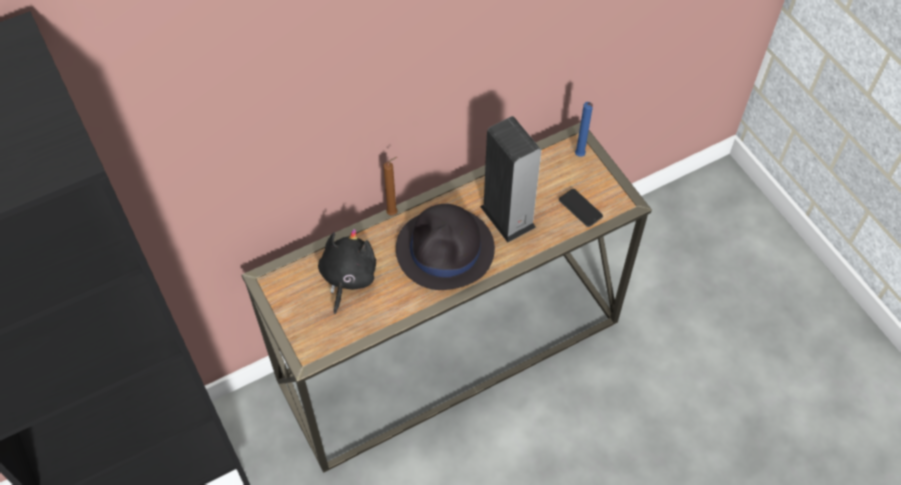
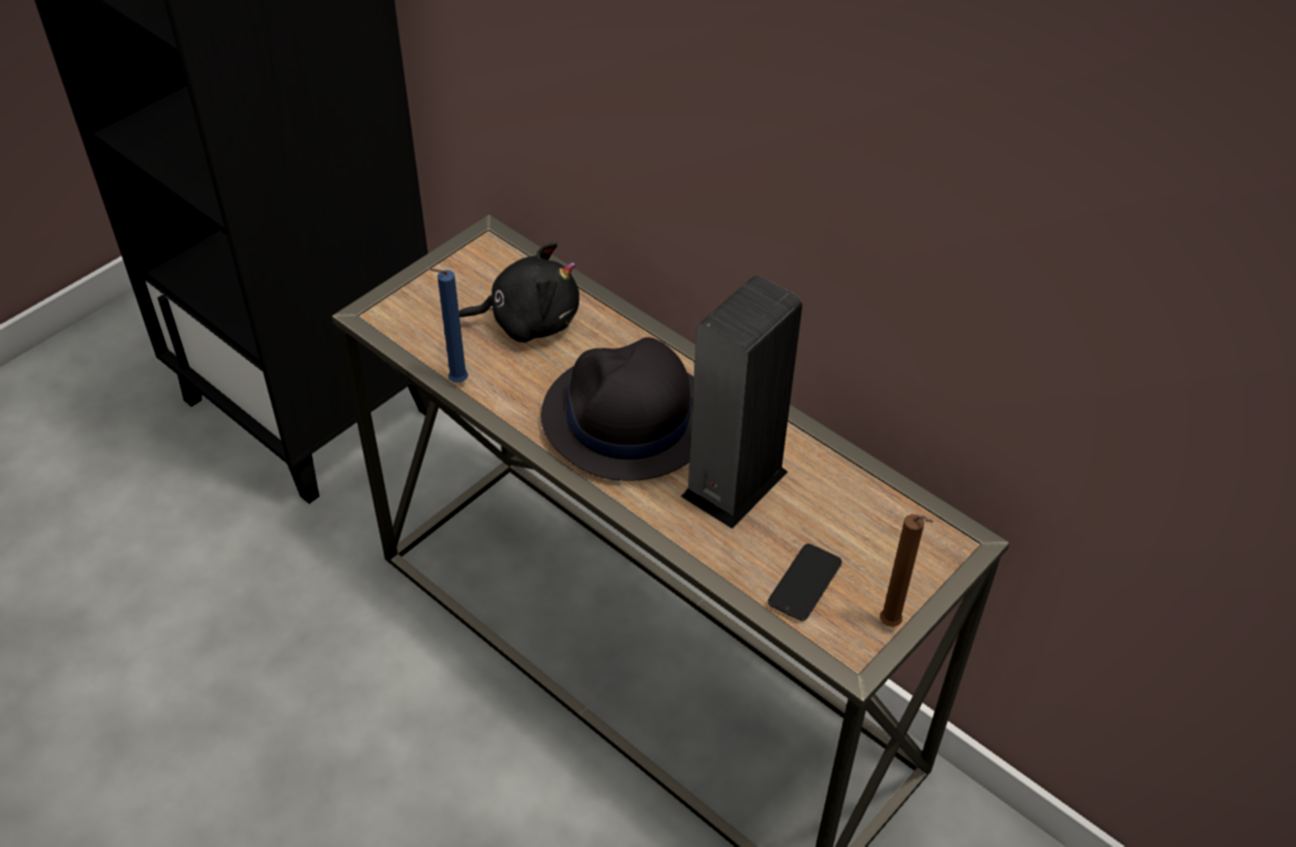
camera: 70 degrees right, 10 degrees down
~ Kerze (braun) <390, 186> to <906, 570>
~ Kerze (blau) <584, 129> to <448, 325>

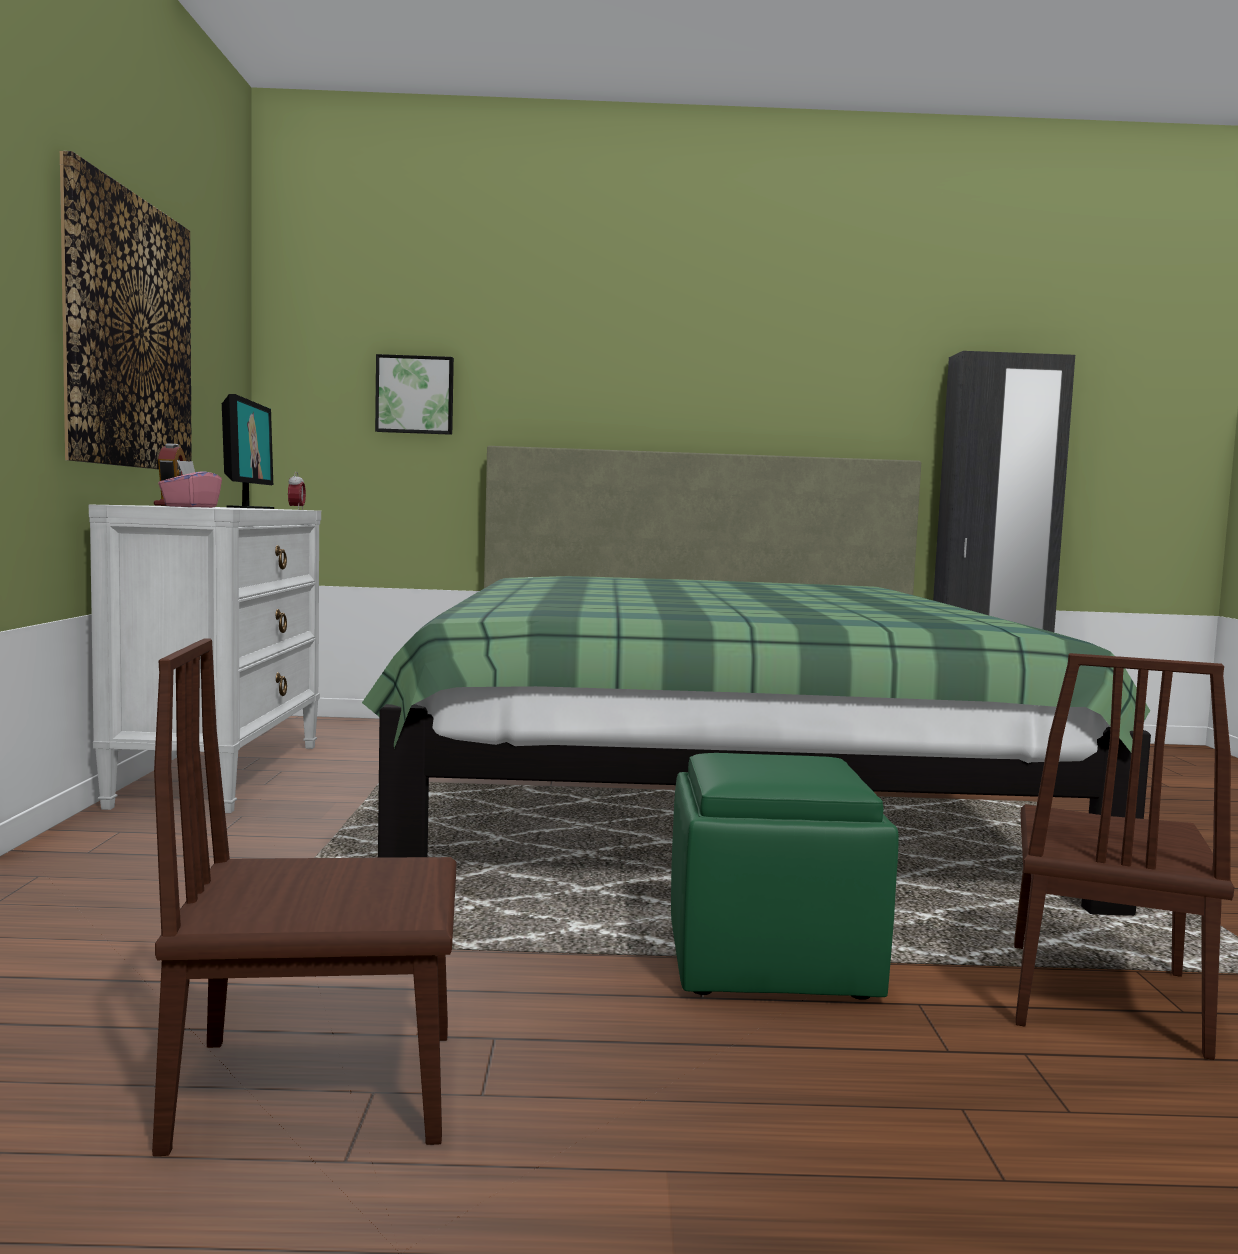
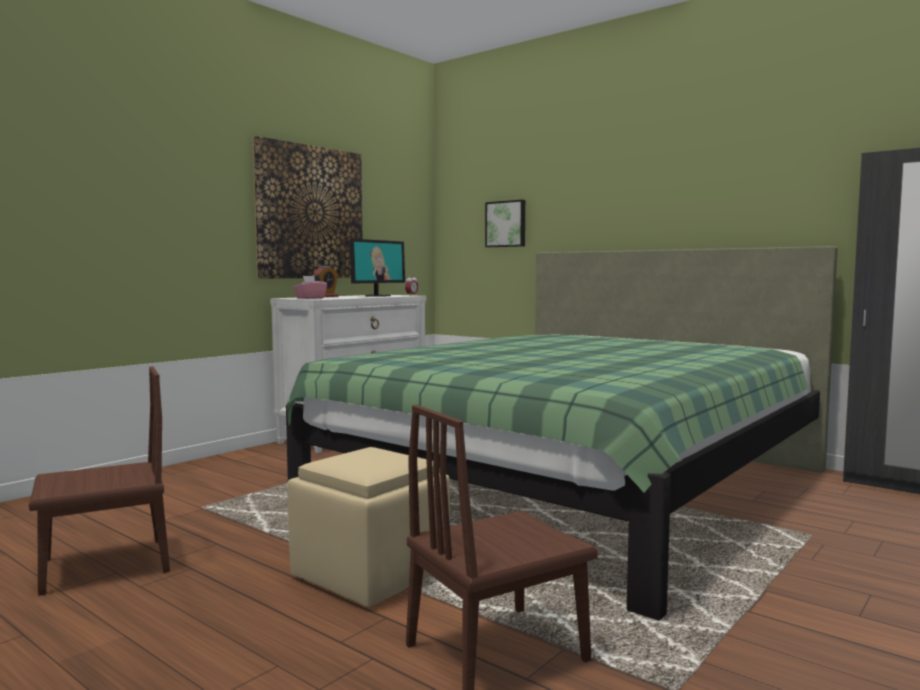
camera: 40 degrees right, 0 degrees up
~ Polsterhocker (grün) <785, 876> to Polsterhocker (beige) <368, 527>
~ Stuhl (braun) <304, 897> = <99, 481> 120 degrees clockwise

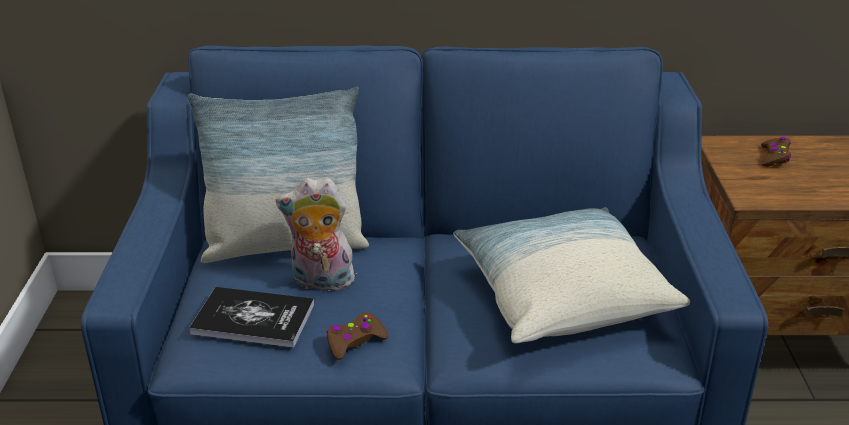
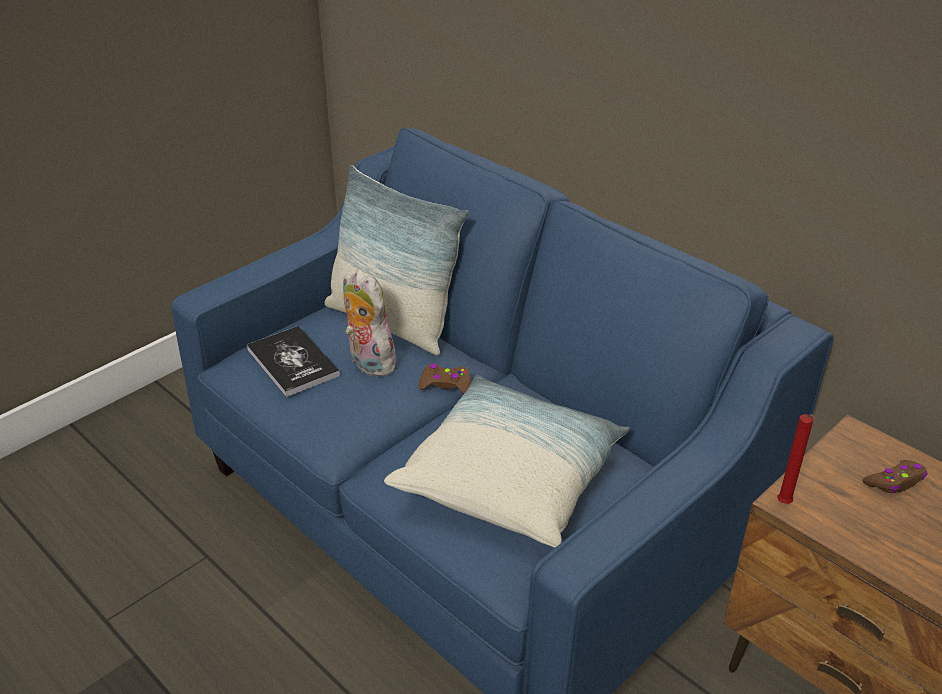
camera: 45 degrees right, 5 degrees up
+ Kerze (rot) <795, 459>
~ Gamepad (braun) <357, 336> to <445, 378>

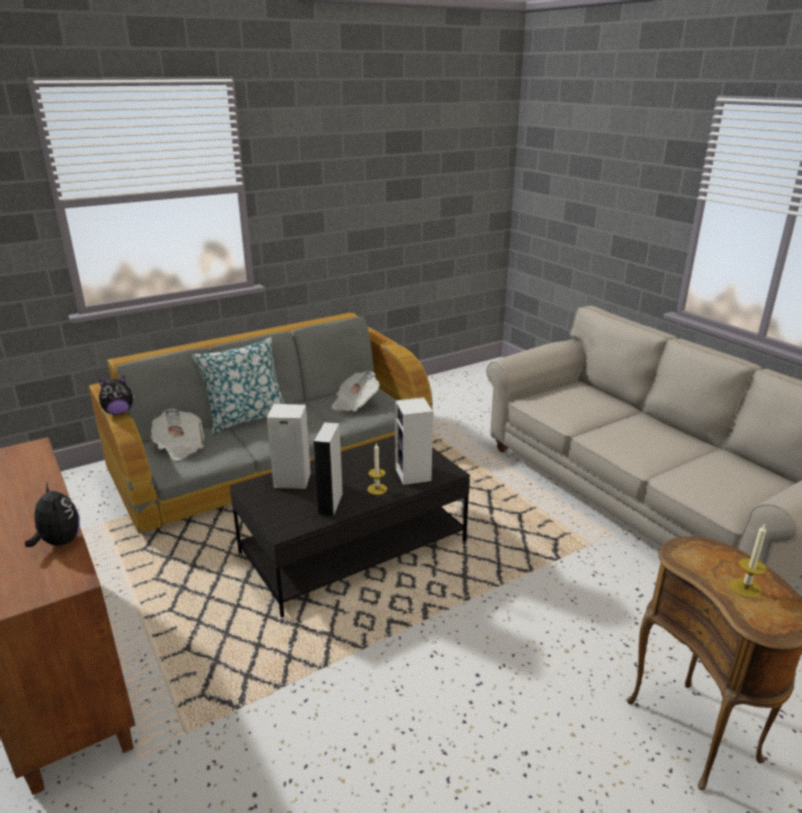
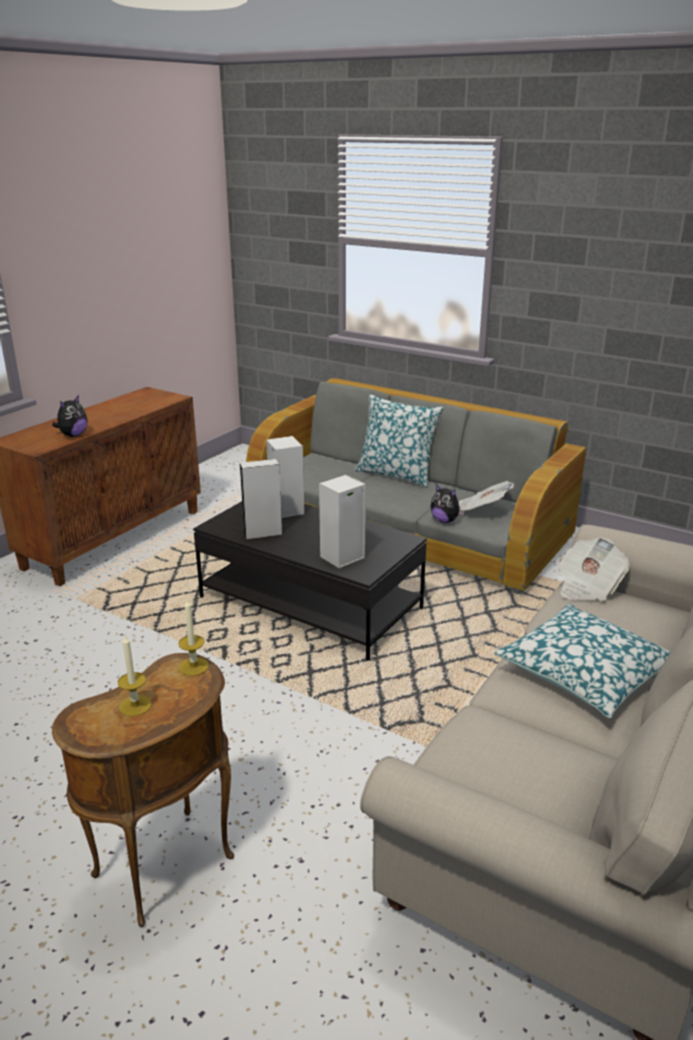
camera: 65 degrees right, 0 degrees up
+ Kissen <582, 660>
~ Plüschtier <117, 395> to <447, 503>
~ Zeitung <177, 435> to <594, 569>
~ Kerze <377, 469> to <193, 637>

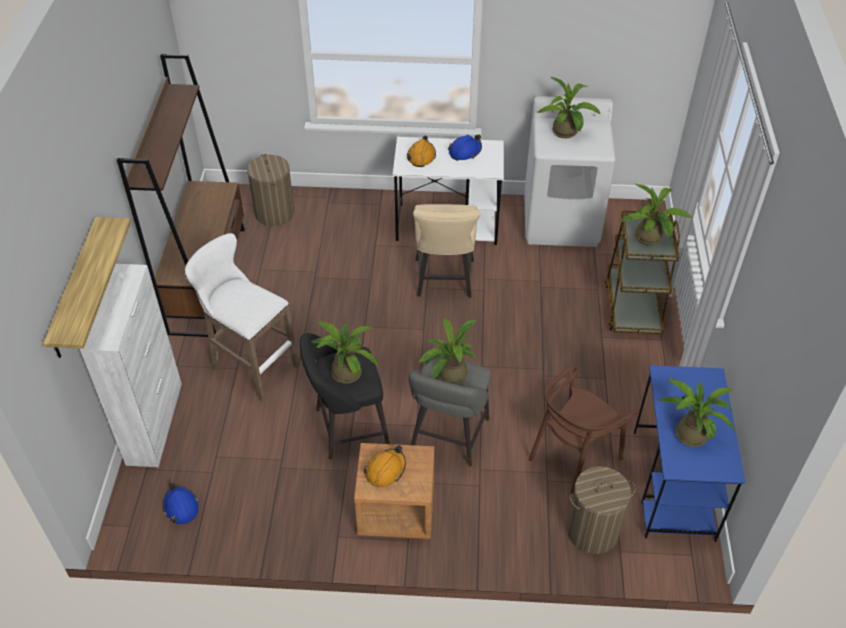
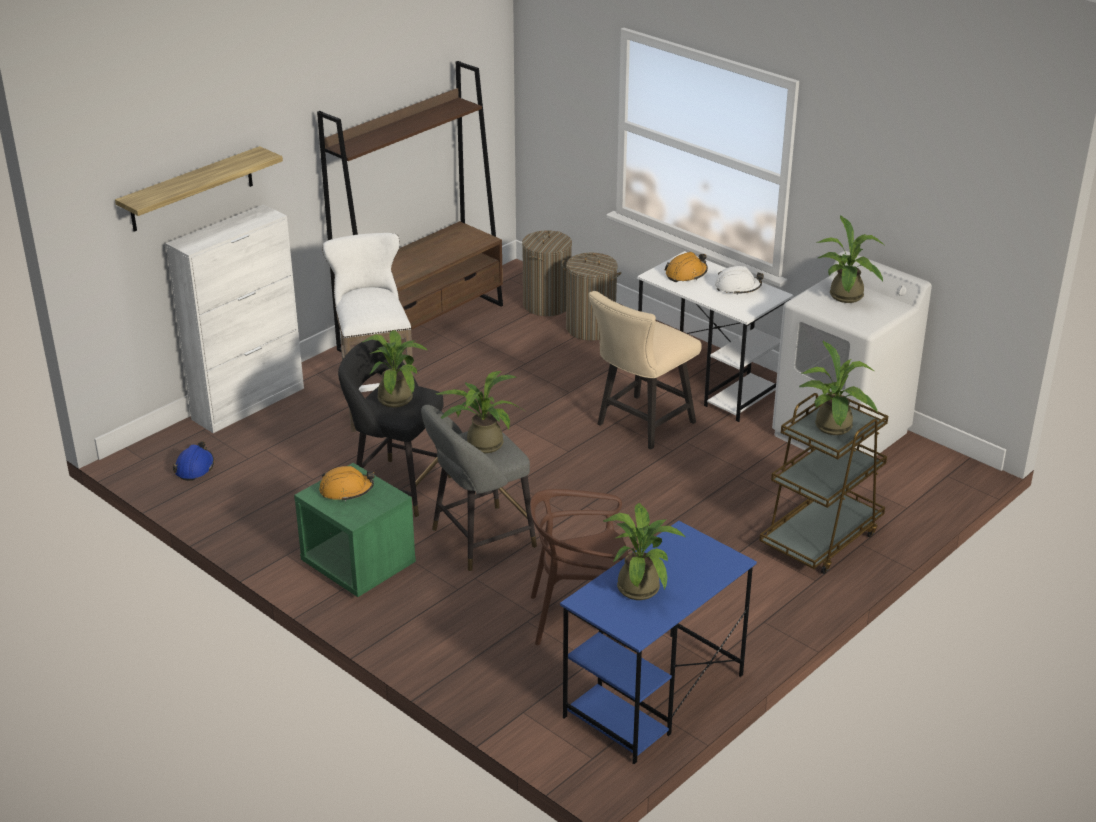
camera: 40 degrees right, 15 degrees down
~ Wäschekorb <601, 510> to <592, 297>
~ Nachttisch (braun) <394, 491> to Nachttisch (grün) <355, 530>
~ Schutzhelm (blau) <465, 148> to Schutzhelm (weiß) <739, 280>

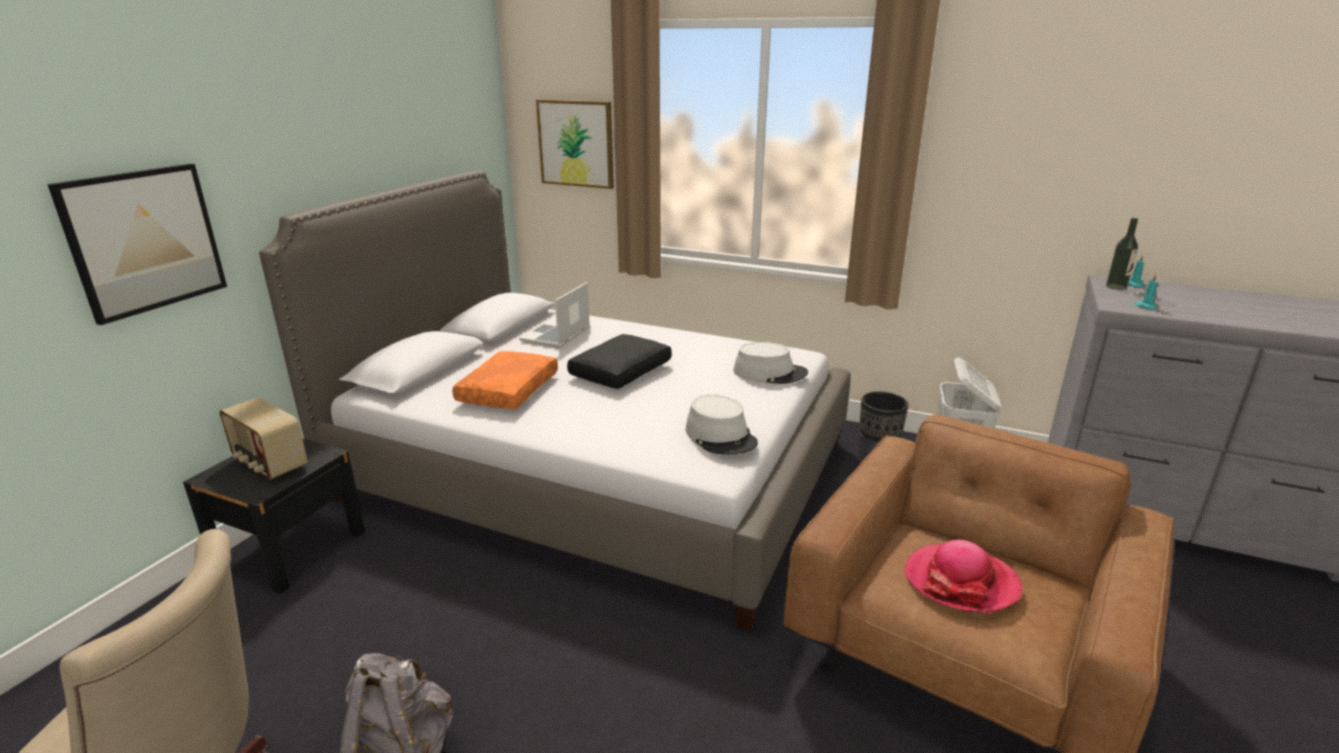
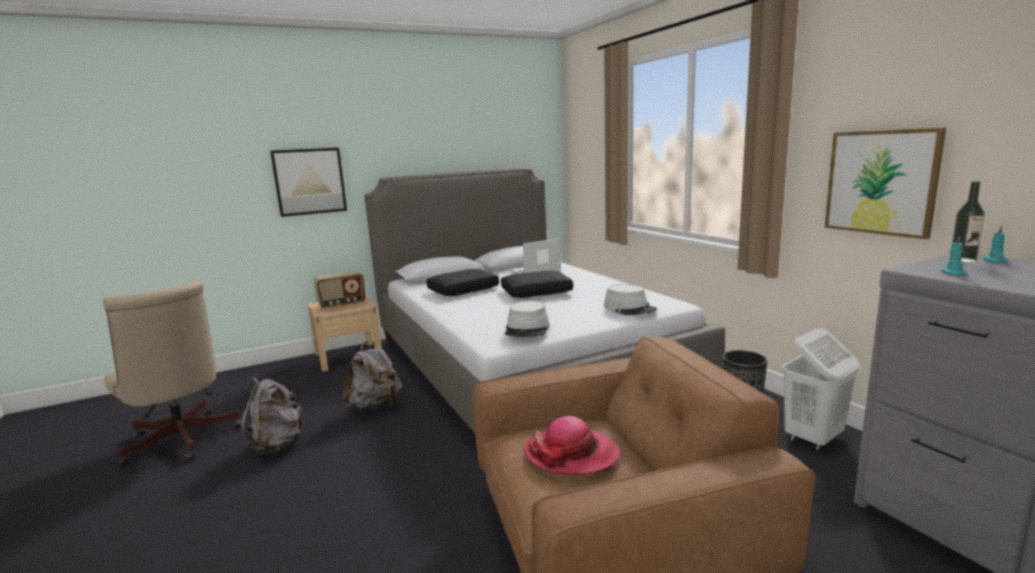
camera: 40 degrees right, 10 degrees down
+ Rucksack (grau) <372, 376>
~ Bild <575, 144> to <885, 183>
~ Nachttisch (schwarz) <274, 516> to Nachttisch (beige) <345, 333>
~ Kissen (orange) <505, 380> to Kissen (schwarz) <463, 282>
~ Radio <263, 438> = <340, 290> 105 degrees counterclockwise

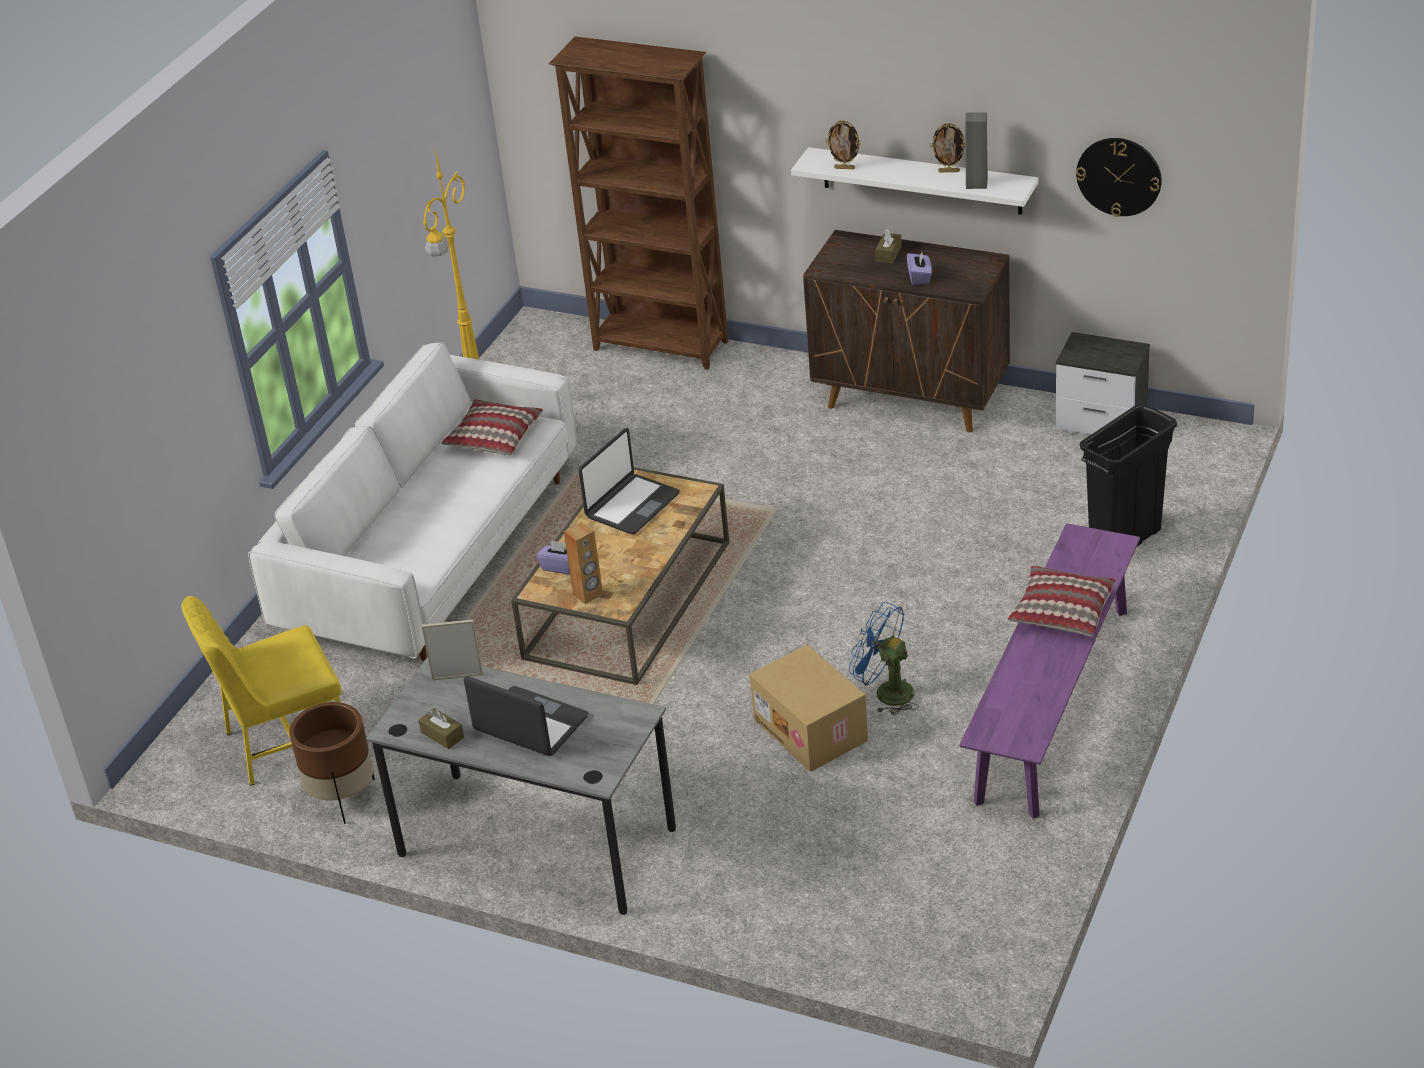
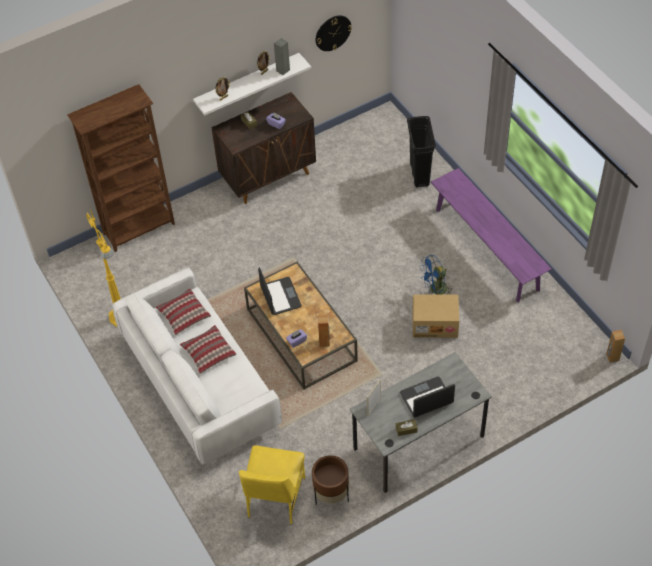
camera: 55 degrees left, 15 degrees up
- Nachttisch <1103, 383>
+ Lautsprecher (braun) <615, 346>
~ Kissen <1062, 601> to <208, 349>

